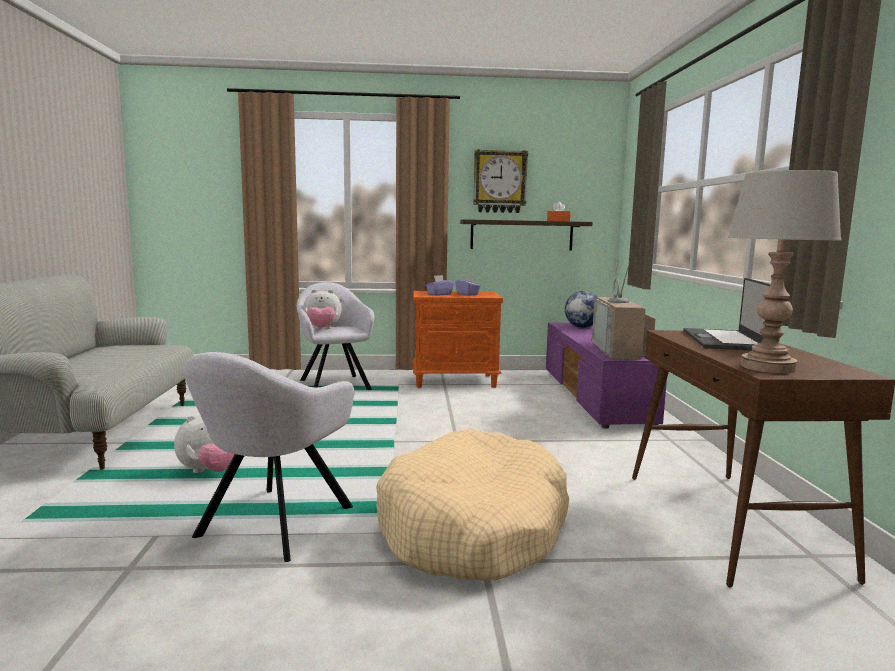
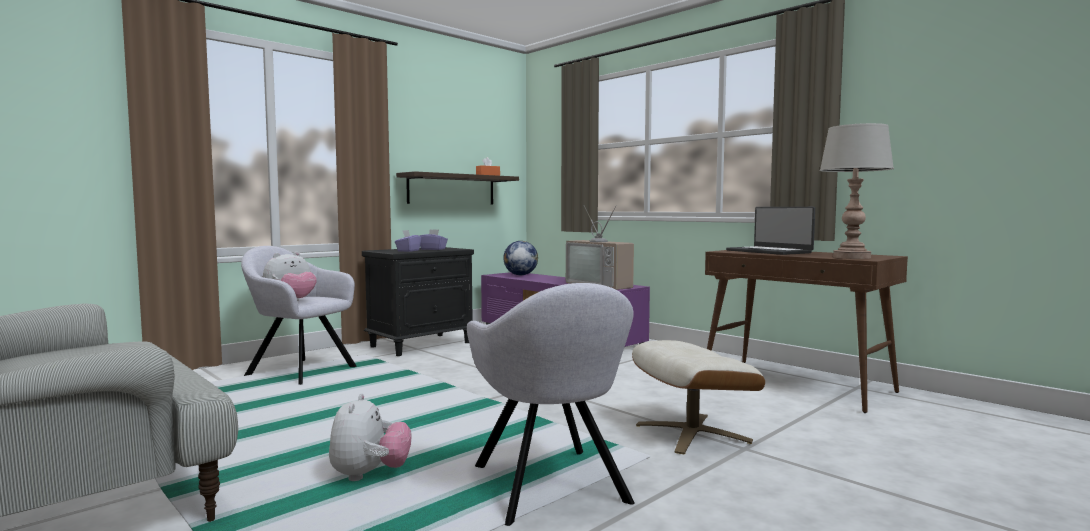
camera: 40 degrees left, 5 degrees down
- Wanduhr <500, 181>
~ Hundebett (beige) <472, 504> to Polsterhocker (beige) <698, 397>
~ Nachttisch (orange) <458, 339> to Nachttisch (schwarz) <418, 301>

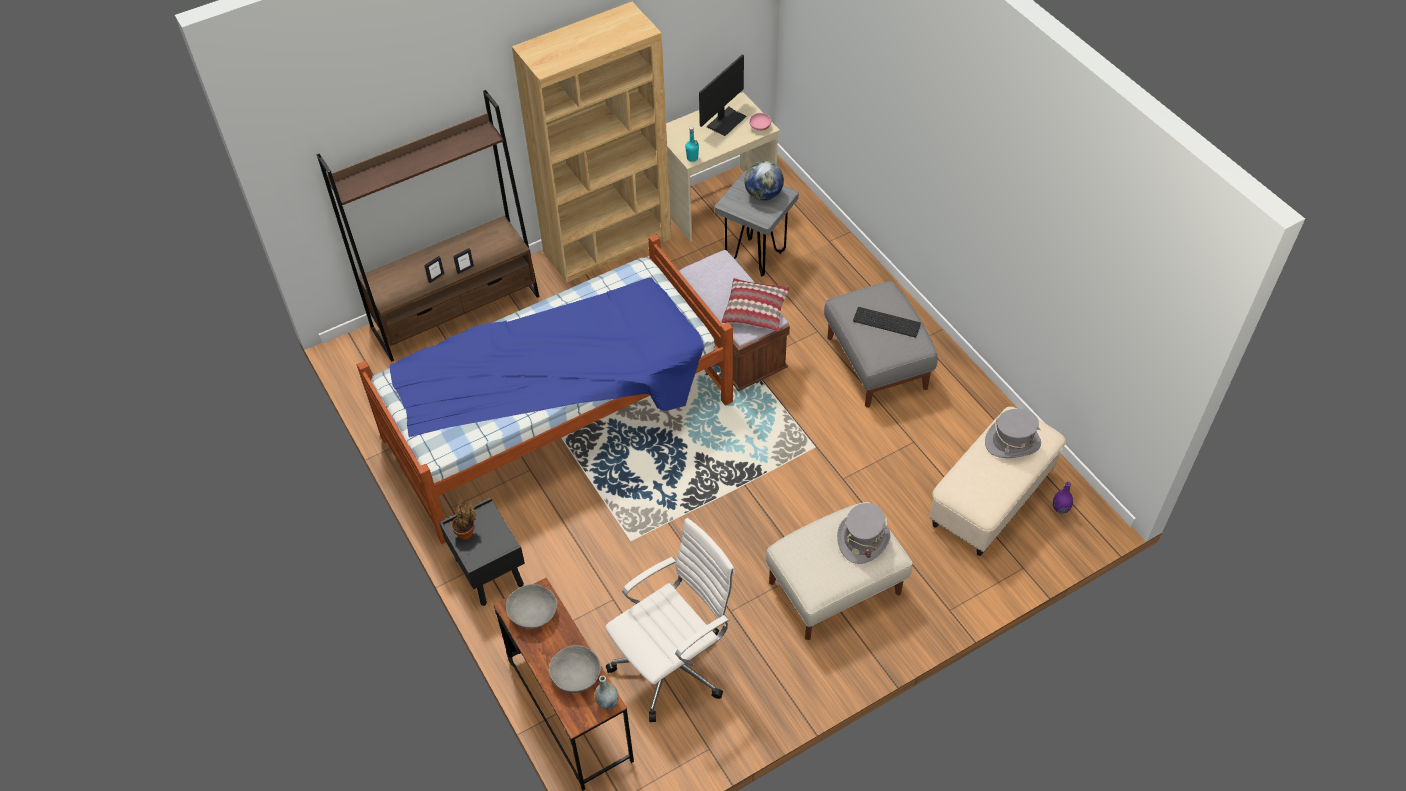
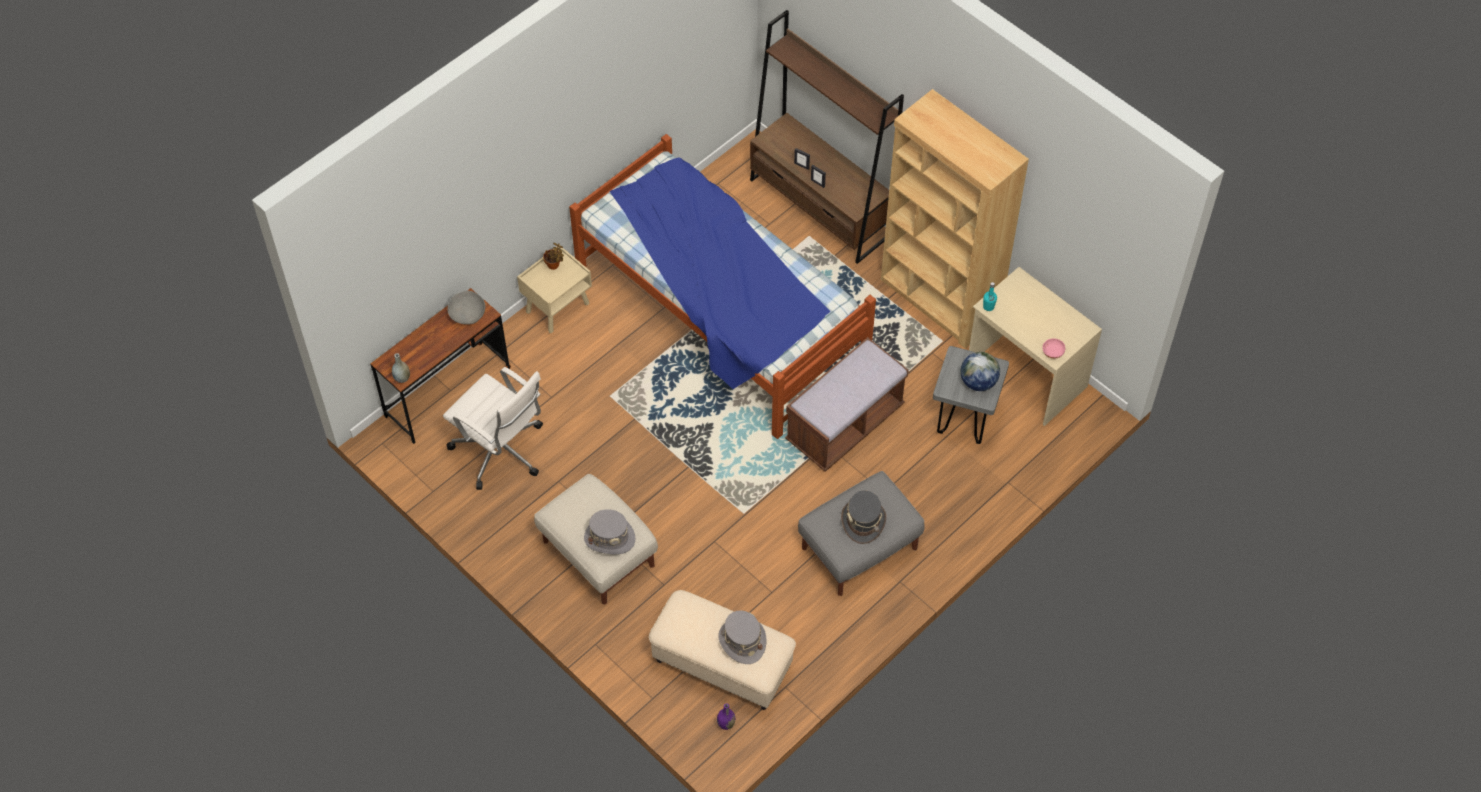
camera: 75 degrees right, 5 degrees up
- Schüssel (grau) <575, 669>
- Monitor <723, 95>
- Kissen <755, 304>
~ Tastatur <887, 322> to Hut (grau) <863, 517>
~ Nachttisch (schwarz) <482, 551> to Nachttisch (beige) <554, 289>

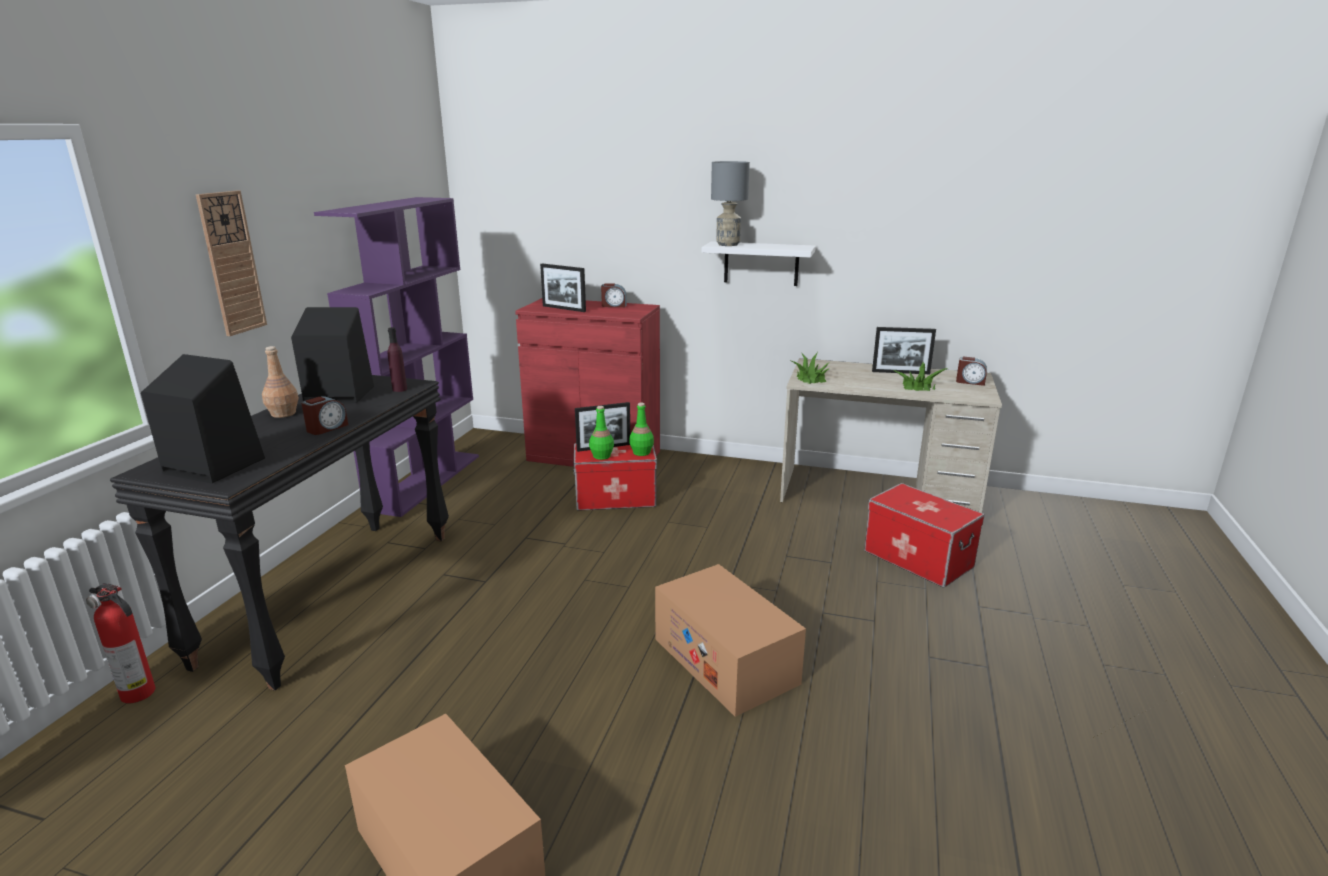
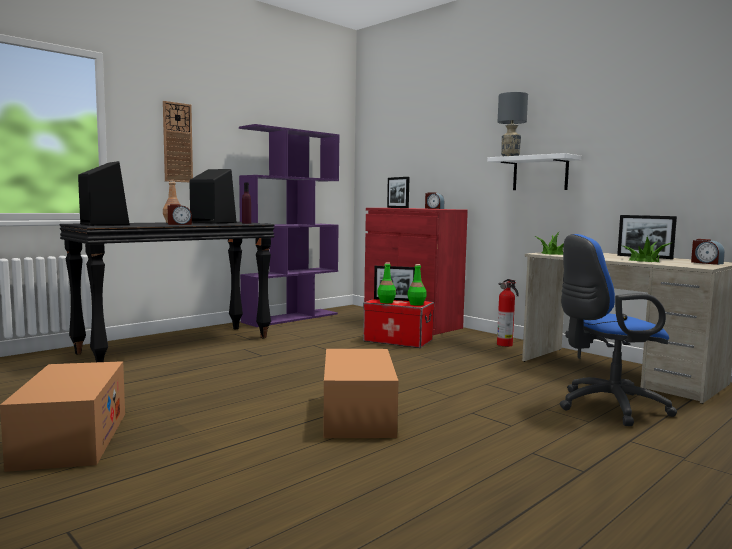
camera: 30 degrees right, 15 degrees down
~ Feuerlöscher <120, 643> to <508, 313>
~ Aufbewahrungsbox <924, 535> to Bürostuhl (blau) <618, 330>

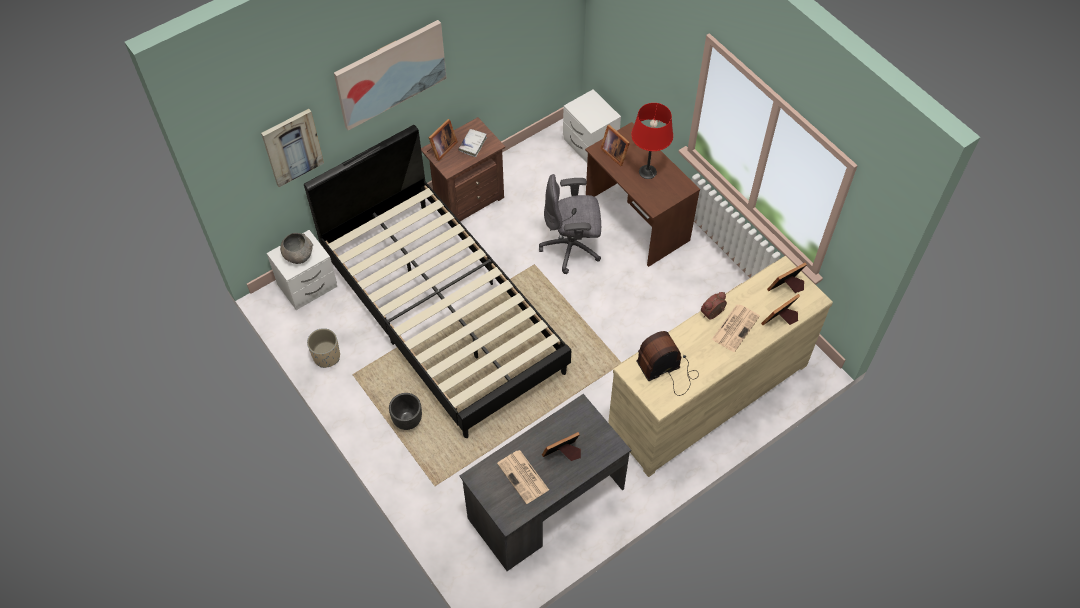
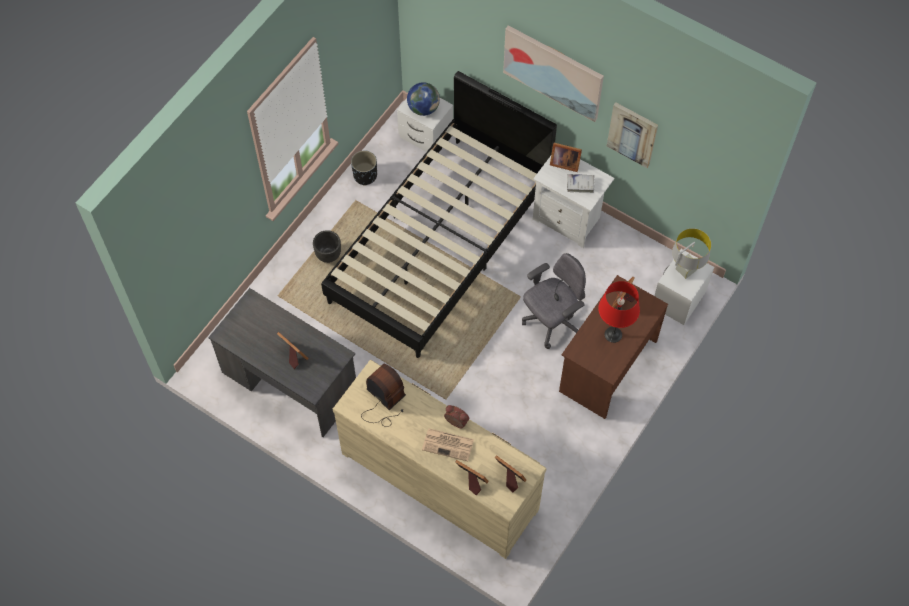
camera: 70 degrees right, 5 degrees up
- Zeitung <523, 477>
+ Tischlampe (grau) <691, 253>
~ Bild <292, 148> to <632, 135>
~ Schüssel (grau) <296, 248> to Globus <423, 99>
~ Pflanzkübel (beige) <323, 348> to Pflanzkübel (schwarz) <364, 168>
~ Nachttisch (braun) <463, 169> to Nachttisch (weiß) <573, 202>
~ Bürostuhl (grau) <570, 224> = <554, 301> 75 degrees clockwise

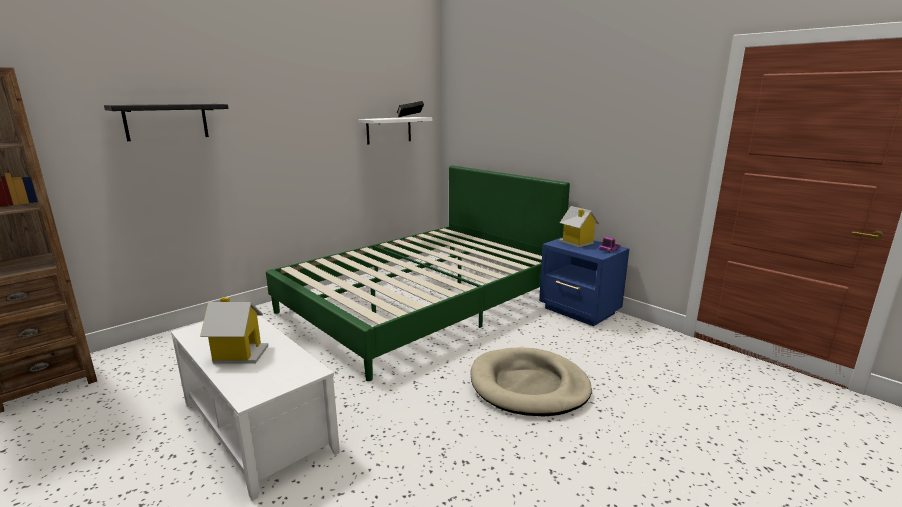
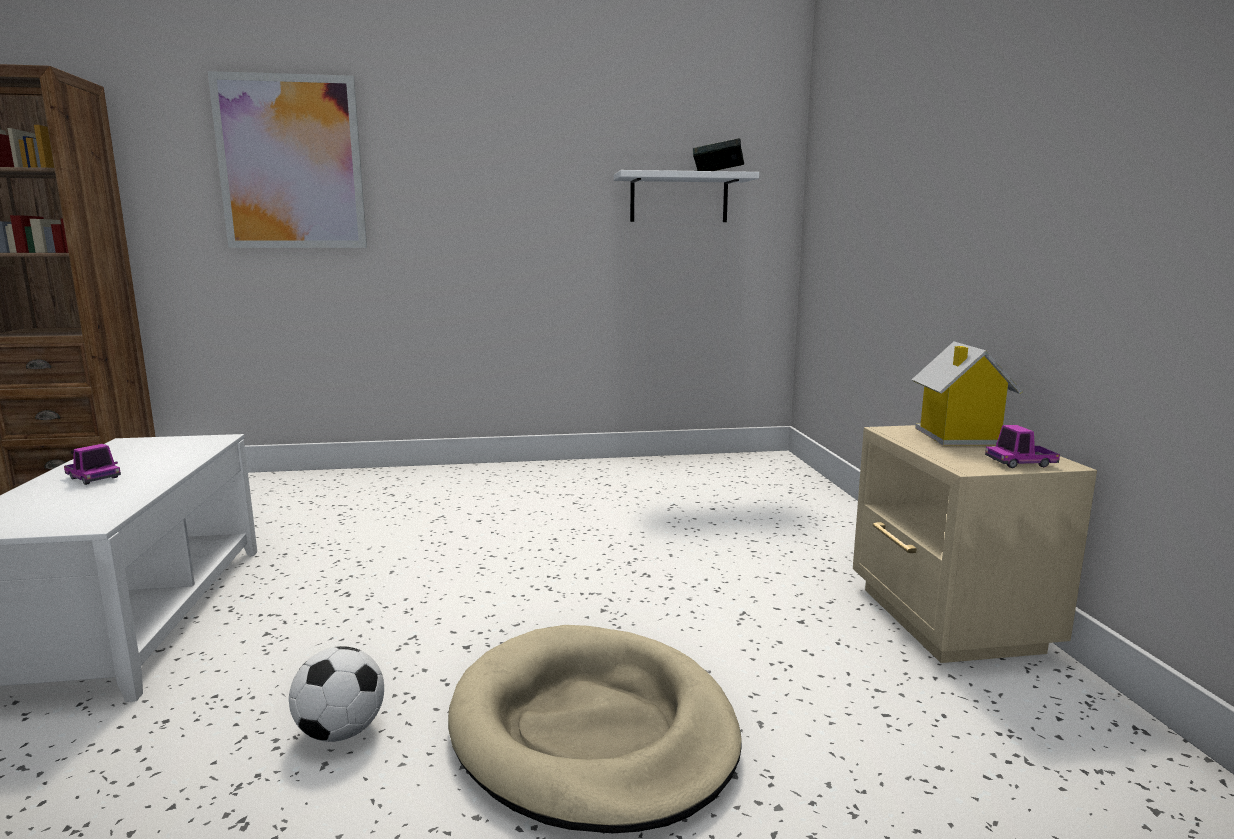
camera: 35 degrees right, 5 degrees down
- Bett (grün) <418, 273>
+ Fußball <336, 694>
~ Wandregal (schwarz) <166, 122> to Bild <287, 159>
~ Spielzeughaus <234, 330> to Spielzeuglaster <92, 464>
~ Nachttisch (blau) <584, 281> to Nachttisch (beige) <975, 544>

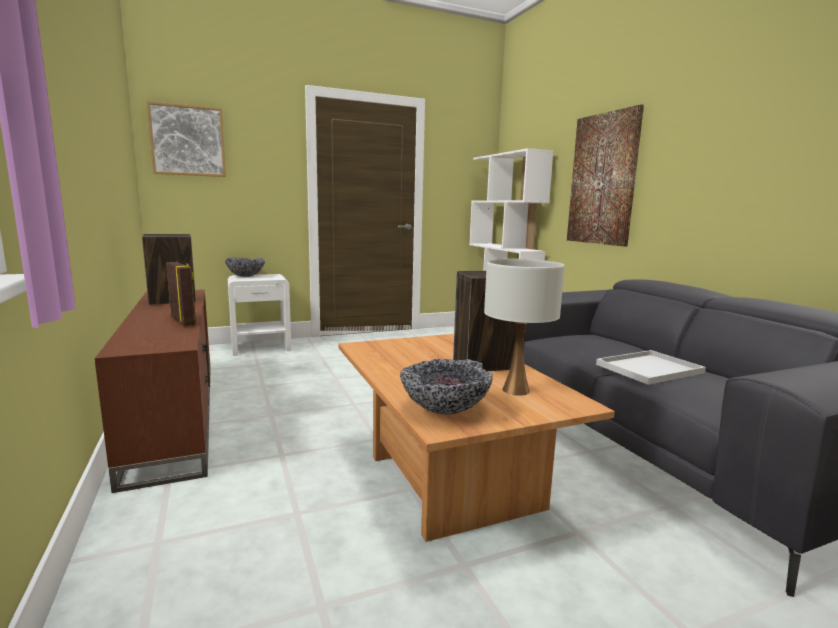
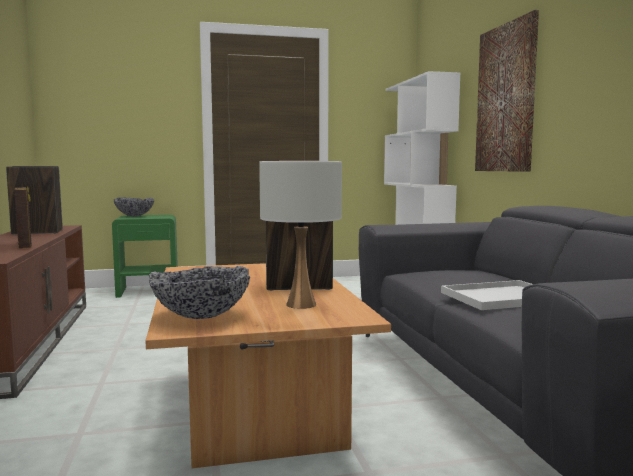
camera: 10 degrees right, 5 degrees down
- Bild <186, 139>
~ Nachttisch (weiß) <260, 315> to Nachttisch (grün) <145, 256>

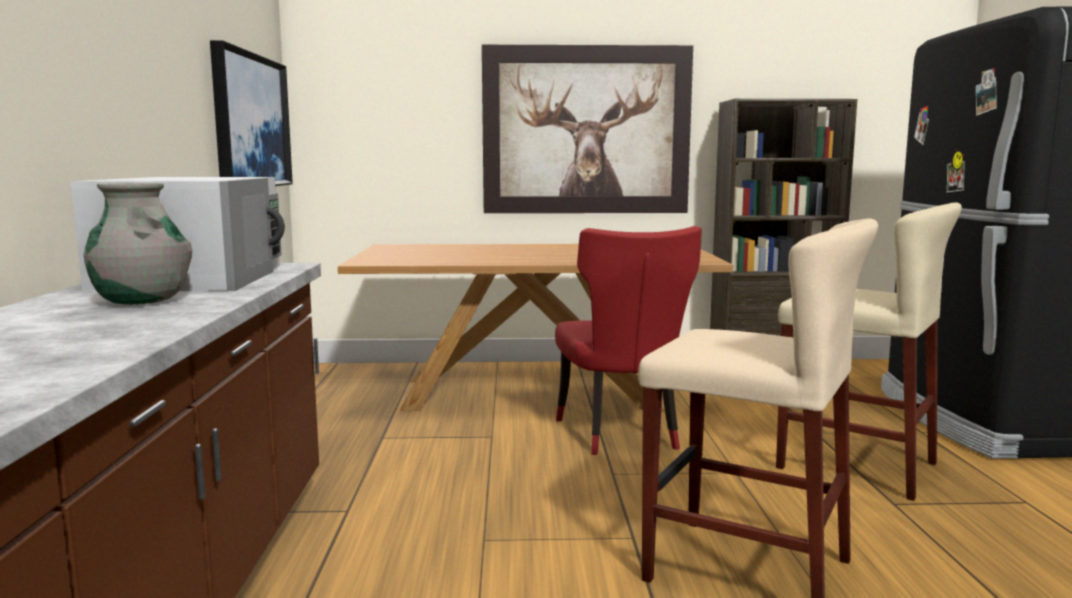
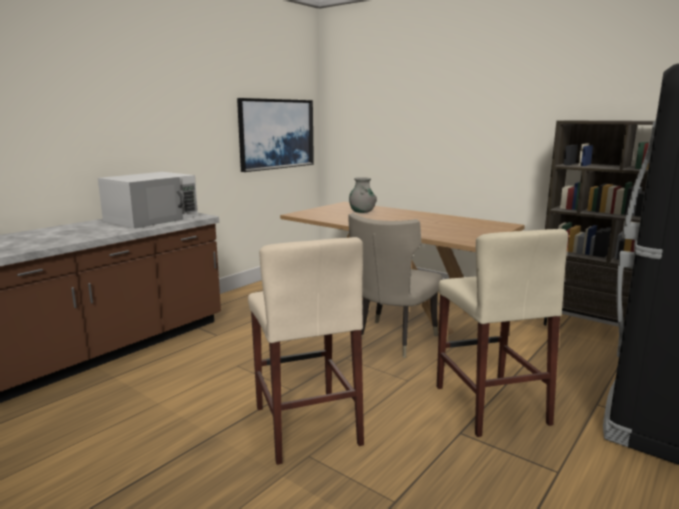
camera: 40 degrees right, 5 degrees up
- Bild <587, 129>
~ Vase (grau) <137, 244> to <363, 195>
~ Stuhl (rot) <628, 340> to Stuhl (beige) <395, 285>

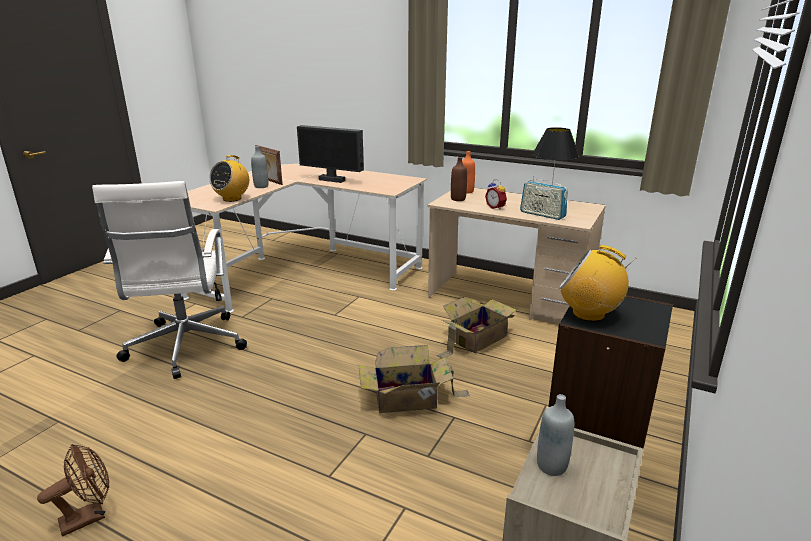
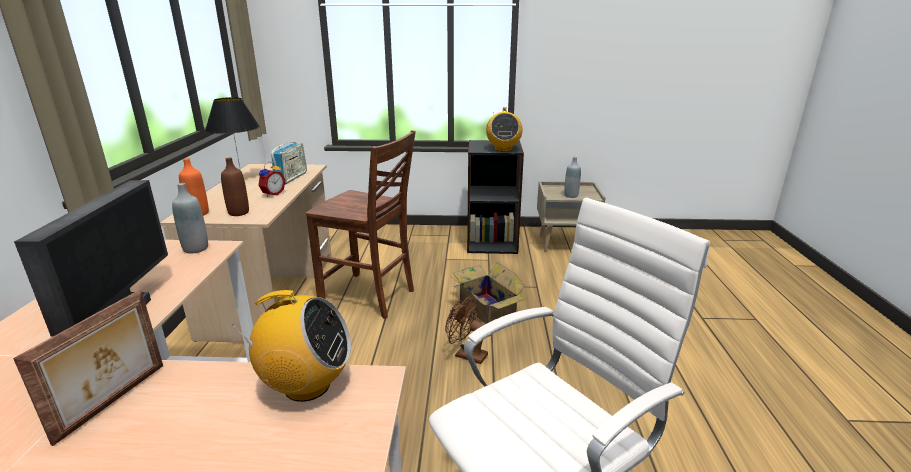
camera: 115 degrees left, 0 degrees up
~ Ventilator (braun) <73, 490> to <468, 330>
~ Flasche (grau) <259, 167> to <190, 218>
~ Karton <476, 328> to Stuhl (braun) <361, 224>

